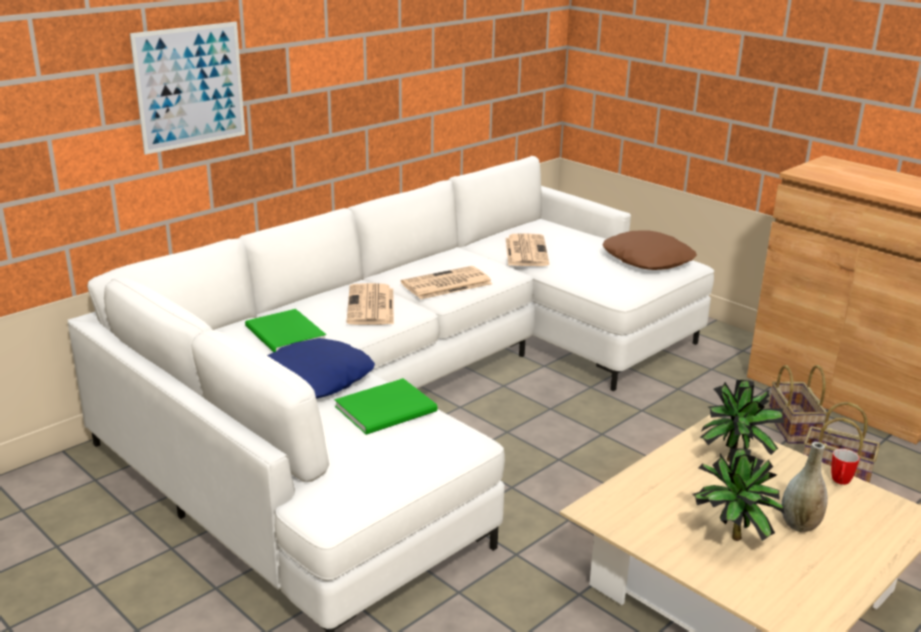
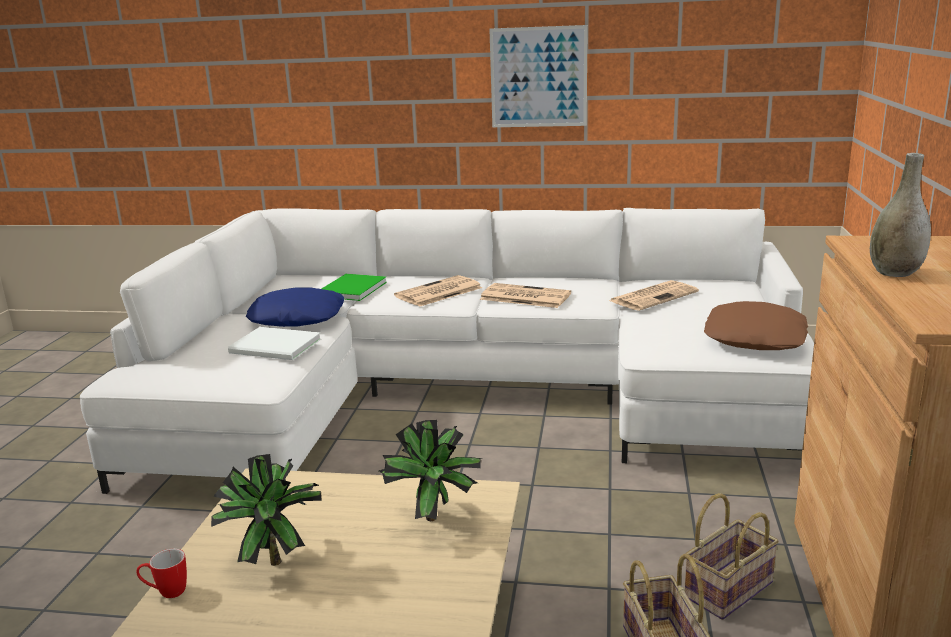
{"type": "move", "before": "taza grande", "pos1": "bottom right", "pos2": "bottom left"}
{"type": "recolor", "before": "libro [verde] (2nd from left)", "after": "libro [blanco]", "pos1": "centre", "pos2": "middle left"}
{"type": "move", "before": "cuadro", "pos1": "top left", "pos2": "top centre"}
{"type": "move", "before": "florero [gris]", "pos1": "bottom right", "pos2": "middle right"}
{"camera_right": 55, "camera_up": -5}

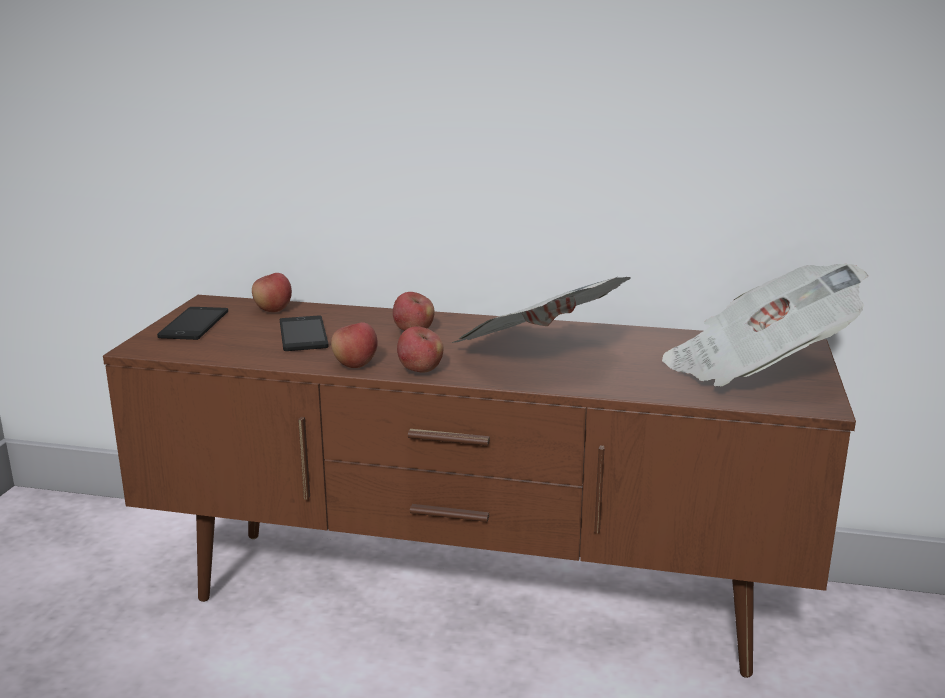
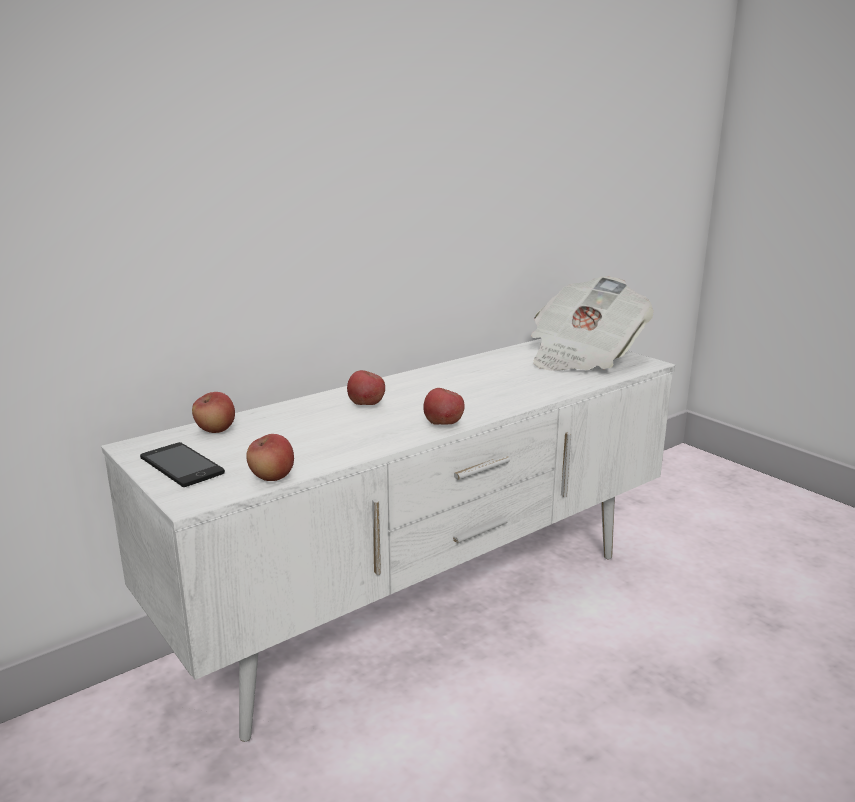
{"type": "recolor", "before": "mueble de televisión [marrón]", "after": "mueble de televisión [blanco]", "pos1": "bottom centre", "pos2": "bottom centre"}
{"type": "move", "before": "manzana (2nd from left)", "pos1": "centre", "pos2": "middle left"}
{"type": "delete", "before": "móvil (2nd from left)", "pos1": "middle left"}
{"type": "delete", "before": "periódico (1st from left)", "pos1": "centre"}
{"camera_right": -50, "camera_up": 0}

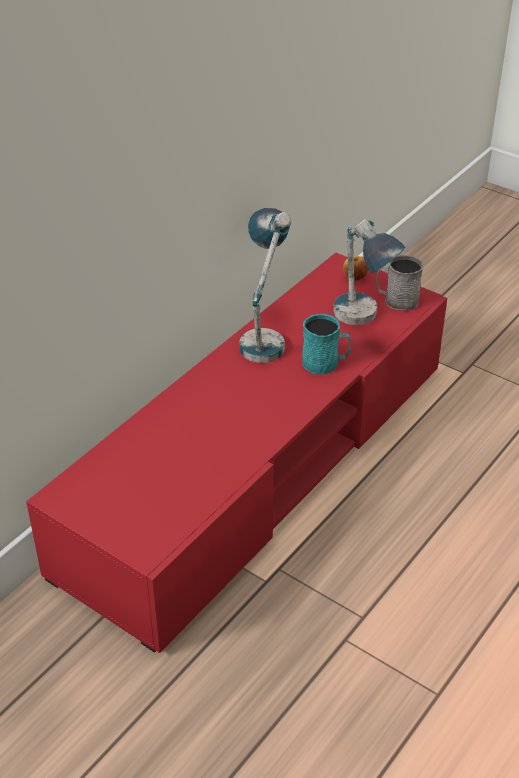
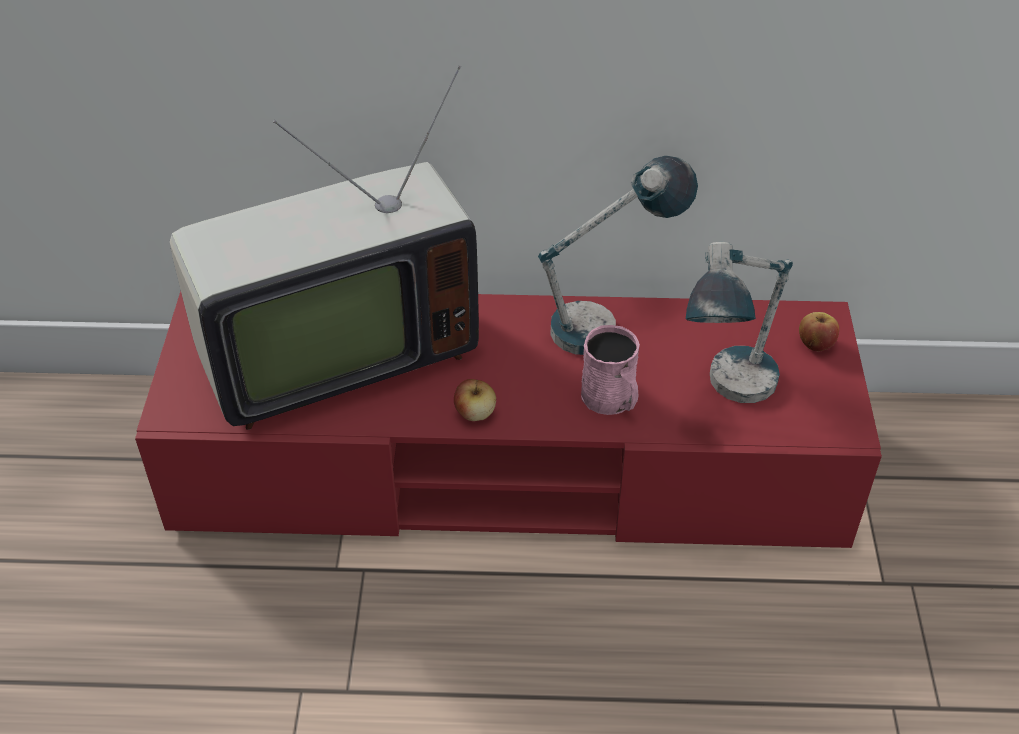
{"type": "insert", "after": "televisor", "pos2": "middle left"}
{"type": "insert", "after": "manzana (1st from left)", "pos2": "centre"}
{"type": "recolor", "before": "taza grande [turquesa]", "after": "taza grande [rosa]", "pos1": "centre", "pos2": "centre"}
{"type": "delete", "before": "taza grande [gris]", "pos1": "middle right"}
{"camera_right": 55, "camera_up": 5}

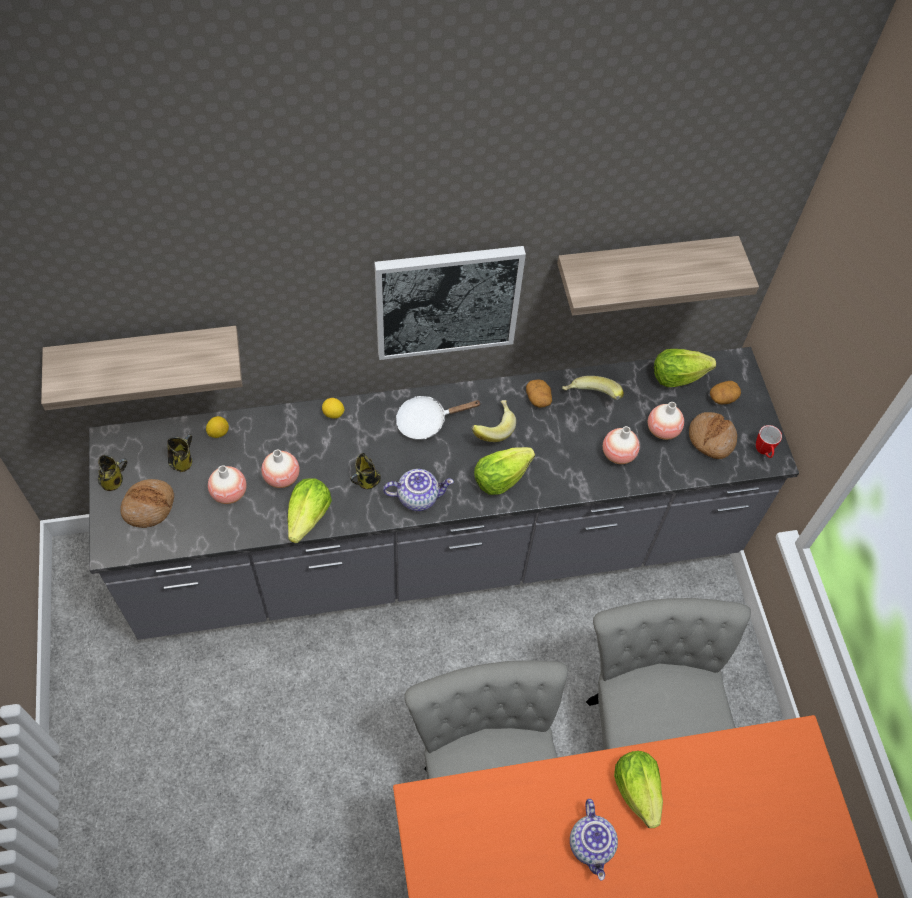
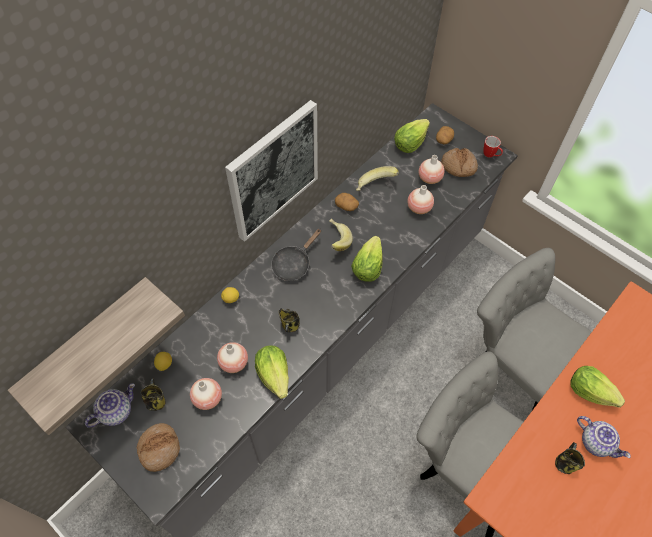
{"type": "move", "before": "tetera (1st from left)", "pos1": "centre", "pos2": "bottom left"}
{"type": "recolor", "before": "sartén [blanco]", "after": "sartén [negro]", "pos1": "centre", "pos2": "centre"}
{"type": "move", "before": "taza grande (1st from left in the first image)", "after": "taza grande (4th from left)", "pos1": "middle left", "pos2": "bottom right"}
{"type": "delete", "before": "estante (2nd from left)", "pos1": "top right"}
{"camera_right": -35, "camera_up": 0}

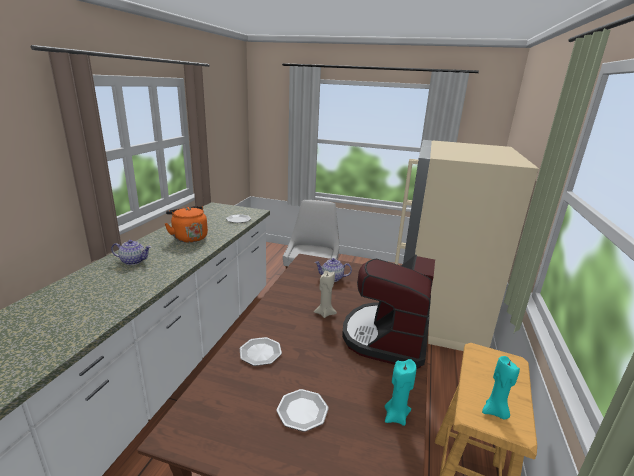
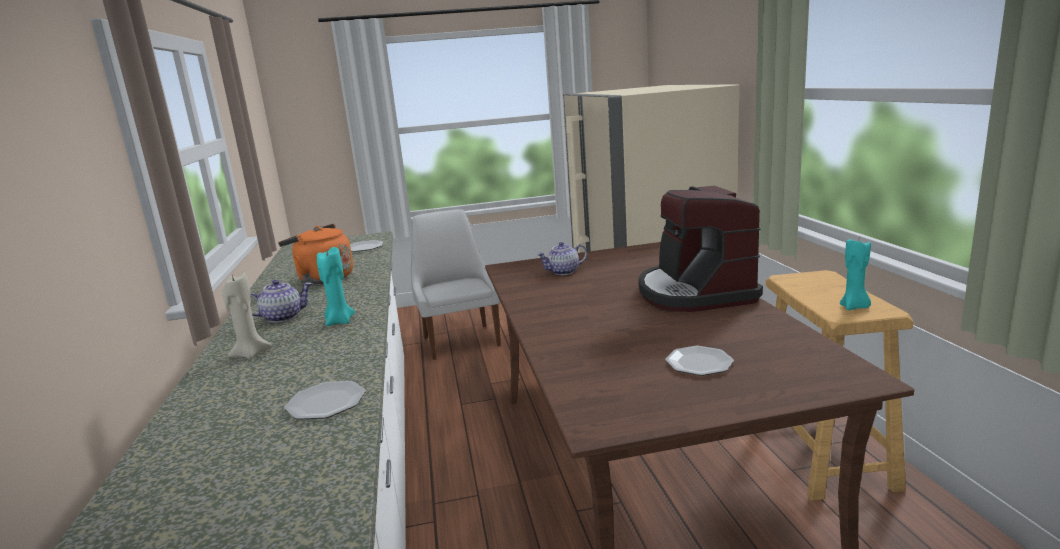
{"type": "move", "before": "vela [beis]", "pos1": "centre", "pos2": "middle left"}
{"type": "move", "before": "plato (2nd from left in the first image)", "after": "plato (1st from left)", "pos1": "bottom centre", "pos2": "bottom left"}
{"type": "move", "before": "vela [turquesa] (1st from left)", "pos1": "bottom centre", "pos2": "middle left"}
{"camera_right": -25, "camera_up": -5}

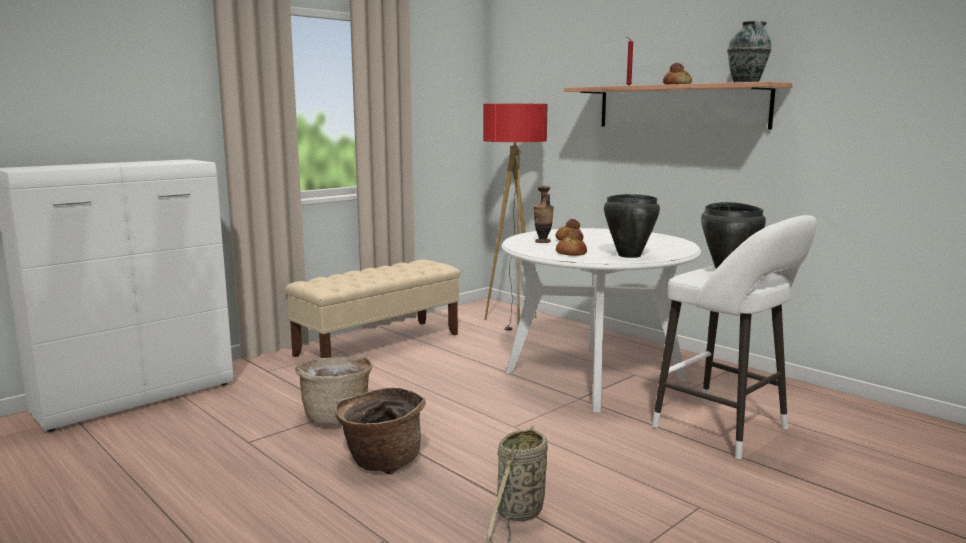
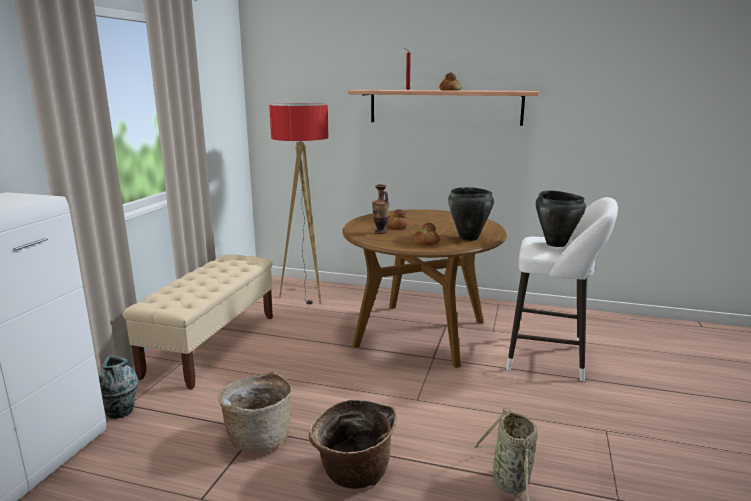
{"type": "move", "before": "florero (2nd from left in the first image)", "after": "florero (1st from left)", "pos1": "top right", "pos2": "bottom left"}
{"type": "recolor", "before": "mesa de comedor [blanco]", "after": "mesa de comedor [marrón]", "pos1": "centre", "pos2": "centre"}
{"camera_right": -30, "camera_up": 5}

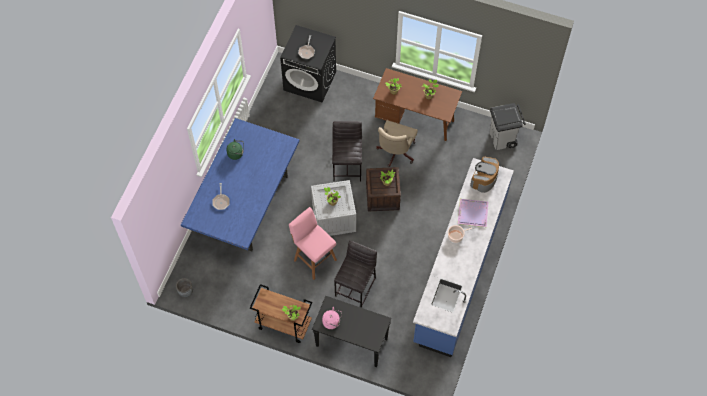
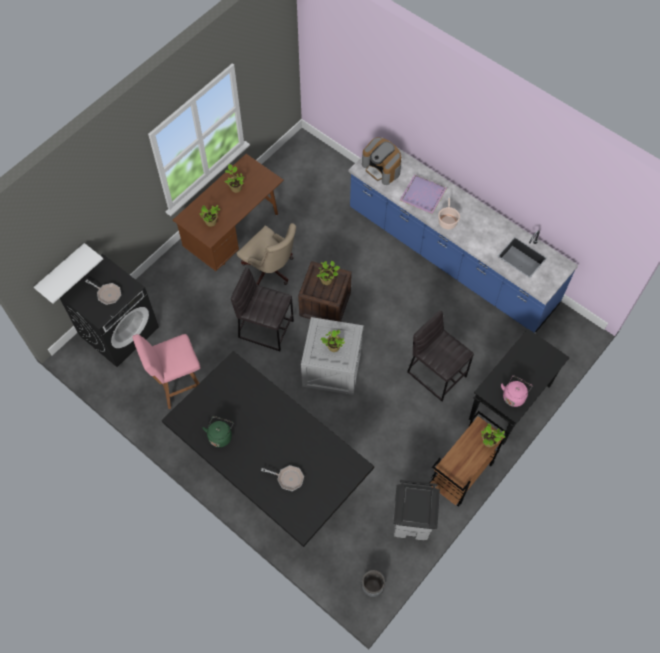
{"type": "insert", "after": "estante [blanco]", "pos2": "middle left"}
{"type": "move", "before": "taburete [rosa]", "pos1": "centre", "pos2": "middle left"}
{"type": "recolor", "before": "mesa de comedor [azul]", "after": "mesa de comedor [negro]", "pos1": "centre", "pos2": "bottom centre"}
{"type": "move", "before": "papelera [gris]", "pos1": "top right", "pos2": "bottom centre"}
{"camera_right": -70, "camera_up": 0}

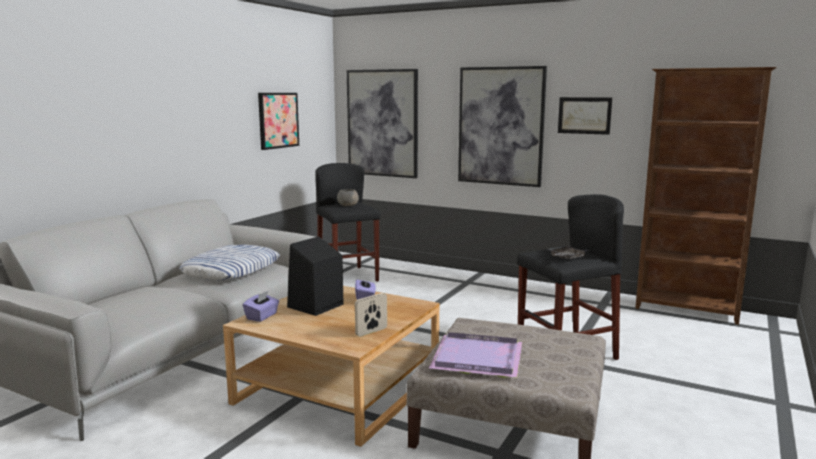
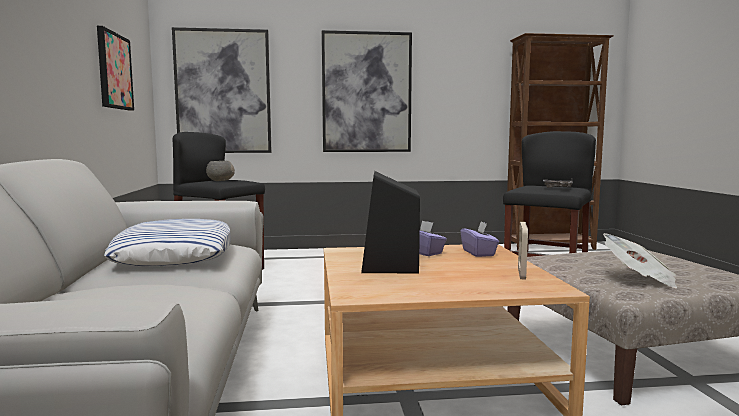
{"type": "move", "before": "caja de pañuelos [morado] (1st from left in the first image)", "after": "caja de pañuelos [morado] (2nd from left)", "pos1": "bottom left", "pos2": "centre"}
{"type": "replace", "before": "bandeja [morado]", "after": "periódico", "pos1": "bottom centre", "pos2": "middle right"}
{"type": "delete", "before": "cuadro (4th from left)", "pos1": "top right"}
{"camera_right": -35, "camera_up": -5}

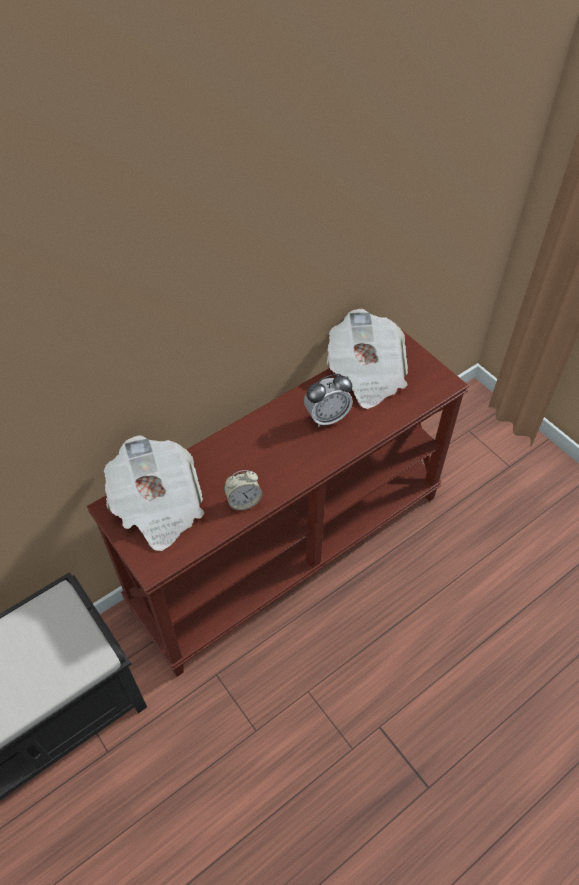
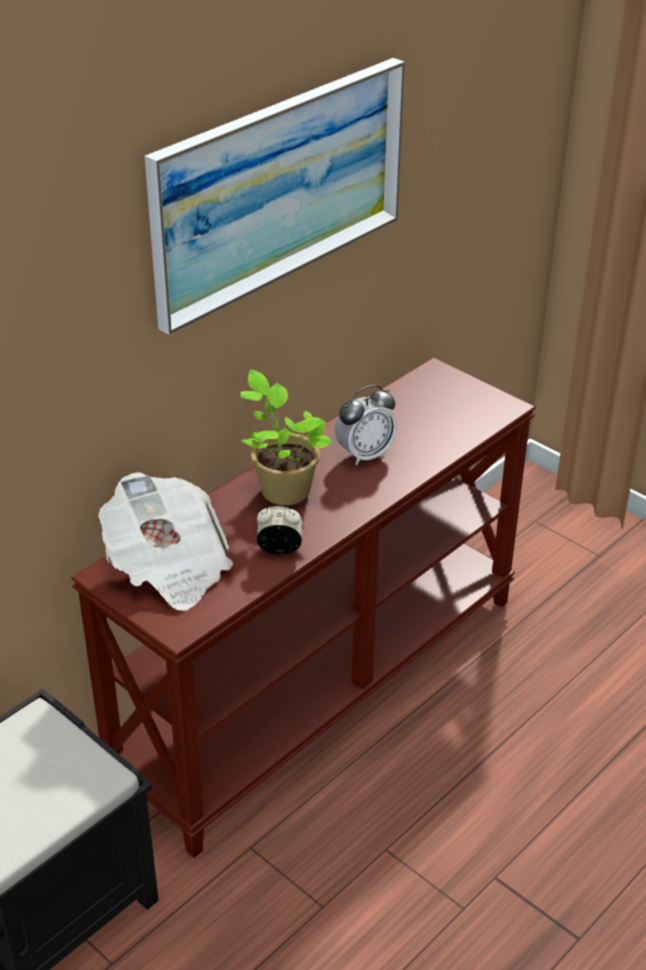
{"type": "insert", "after": "cuadro", "pos2": "top centre"}
{"type": "insert", "after": "planta en maceta", "pos2": "centre"}
{"type": "rotate", "before": "despertador (1st from left)", "pos1": "centre", "pos2": "centre", "turn": -150}
{"type": "delete", "before": "periódico (2nd from left)", "pos1": "centre"}
{"camera_right": -10, "camera_up": -15}

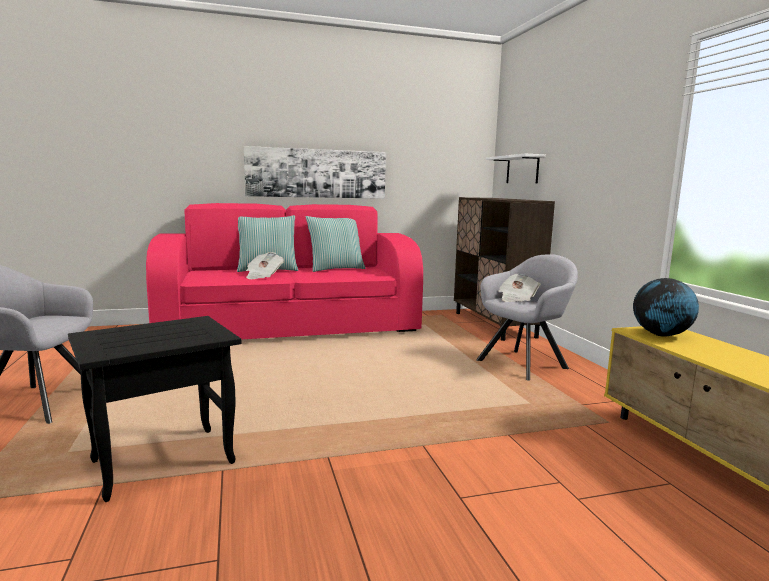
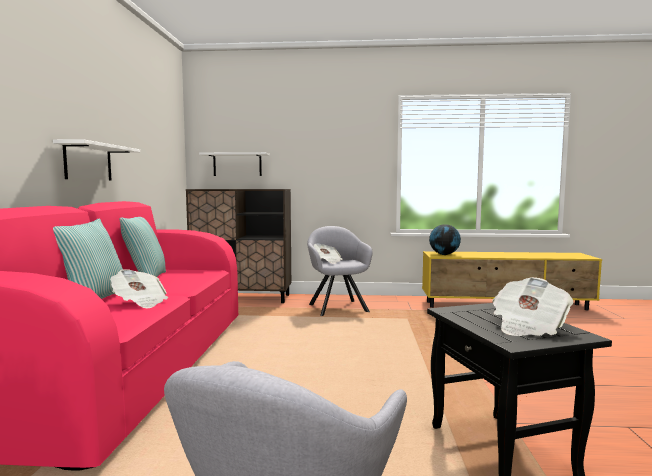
{"type": "replace", "before": "cuadro", "after": "estante [blanco] (1st from left)", "pos1": "top centre", "pos2": "middle left"}
{"type": "insert", "after": "periódico (3rd from left)", "pos2": "middle right"}
{"camera_right": -70, "camera_up": -5}

